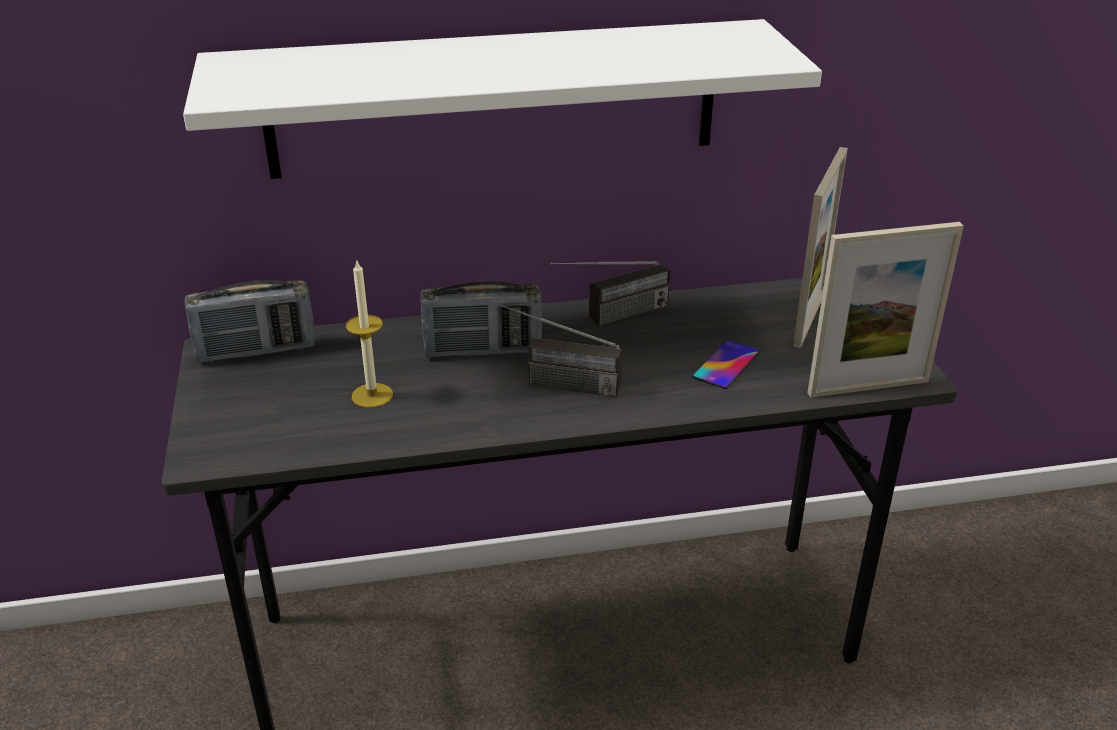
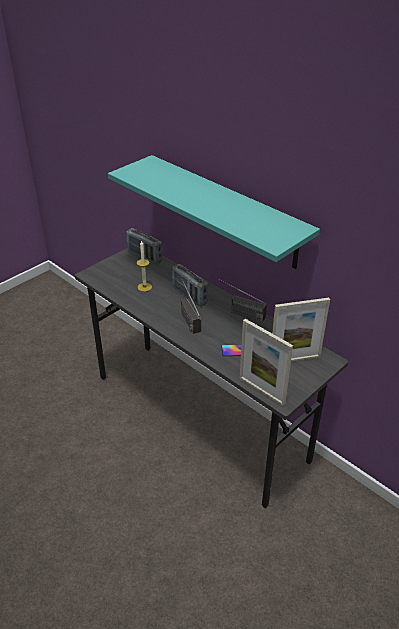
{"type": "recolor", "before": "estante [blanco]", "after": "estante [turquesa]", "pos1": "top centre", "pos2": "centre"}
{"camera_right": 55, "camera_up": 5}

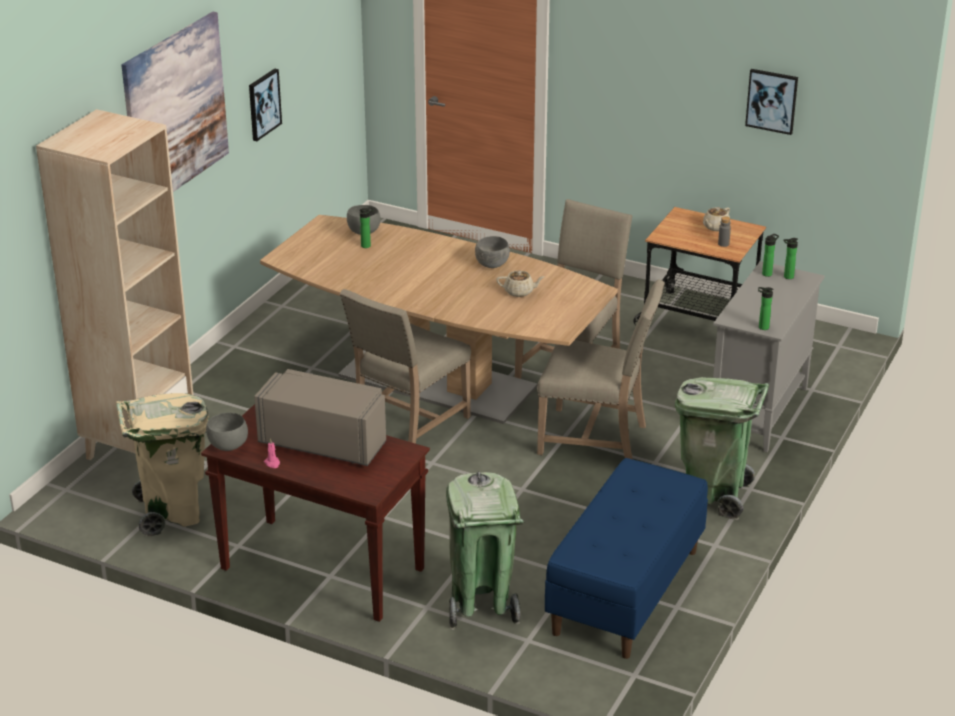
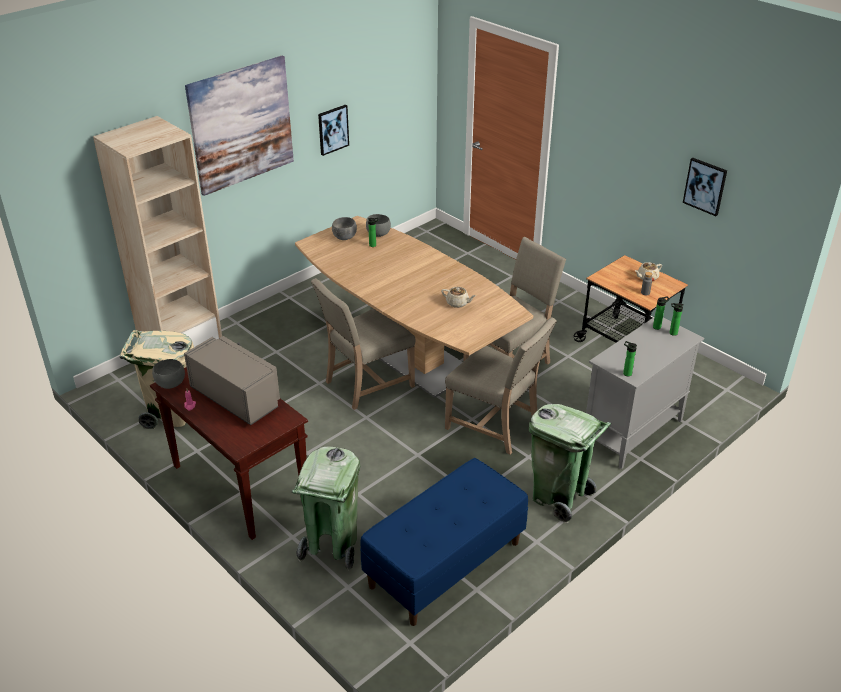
{"type": "move", "before": "cuenco [gris] (3rd from left in the first image)", "after": "cuenco [gris] (2nd from left)", "pos1": "centre", "pos2": "top centre"}
{"camera_right": 20, "camera_up": 5}

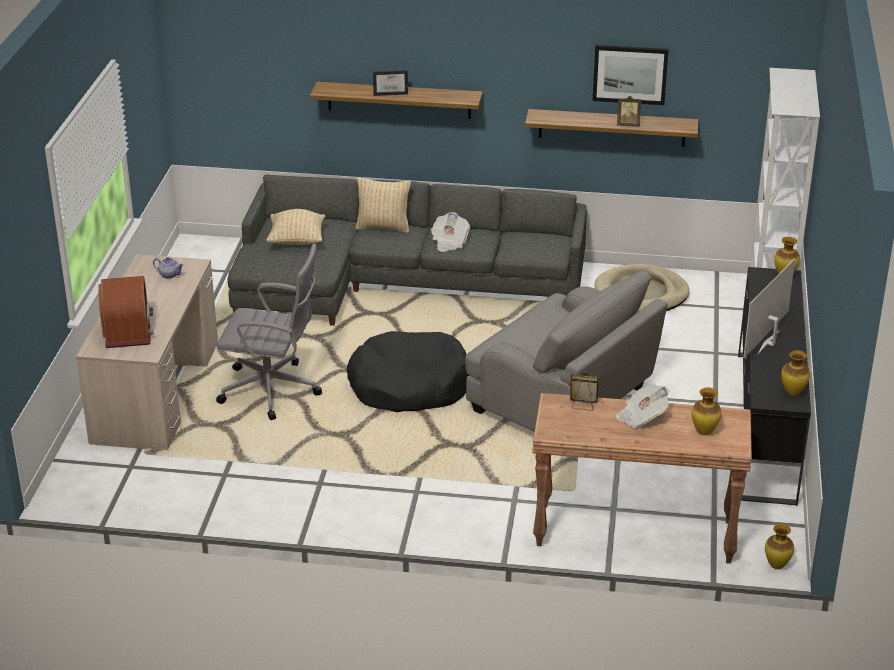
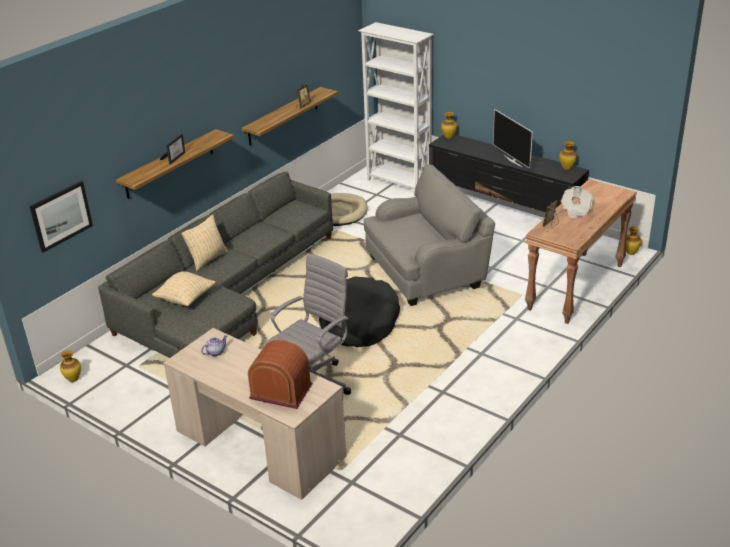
{"type": "move", "before": "cuadro", "pos1": "top right", "pos2": "middle left"}
{"type": "move", "before": "florero (1st from left)", "pos1": "middle right", "pos2": "bottom left"}
{"type": "delete", "before": "periódico (1st from left)", "pos1": "centre"}
{"camera_right": -60, "camera_up": 0}

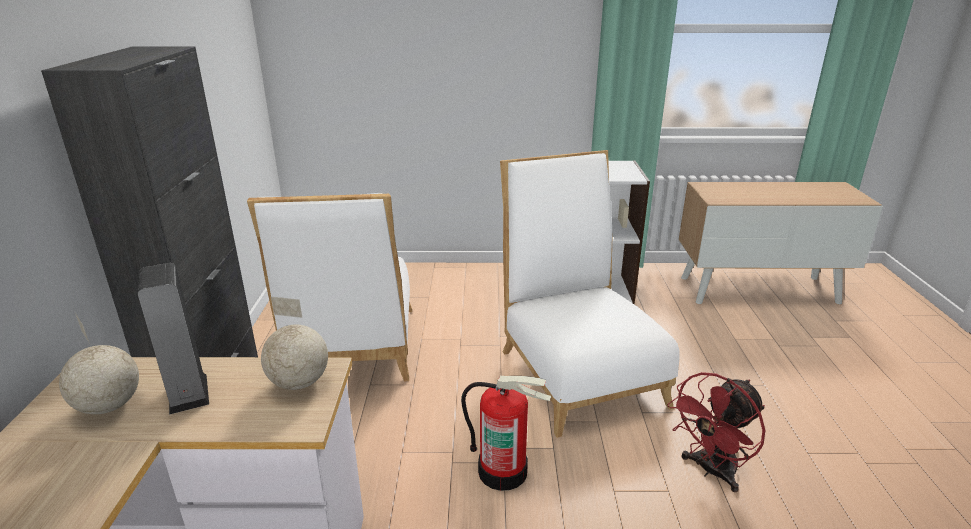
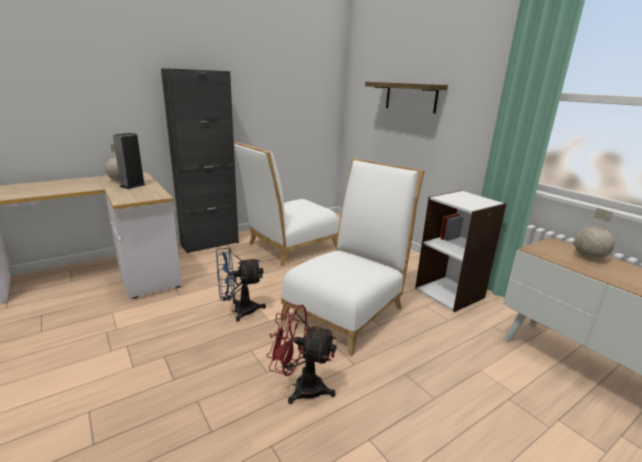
{"type": "replace", "before": "extintor", "after": "ventilador [azul]", "pos1": "bottom centre", "pos2": "centre"}
{"type": "insert", "after": "estante", "pos2": "top centre"}
{"type": "move", "before": "globo terráqueo (2nd from left)", "pos1": "middle left", "pos2": "middle right"}
{"camera_right": 55, "camera_up": -5}

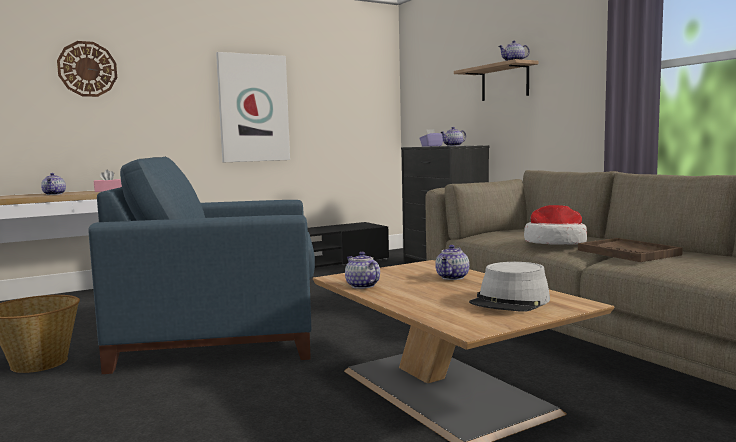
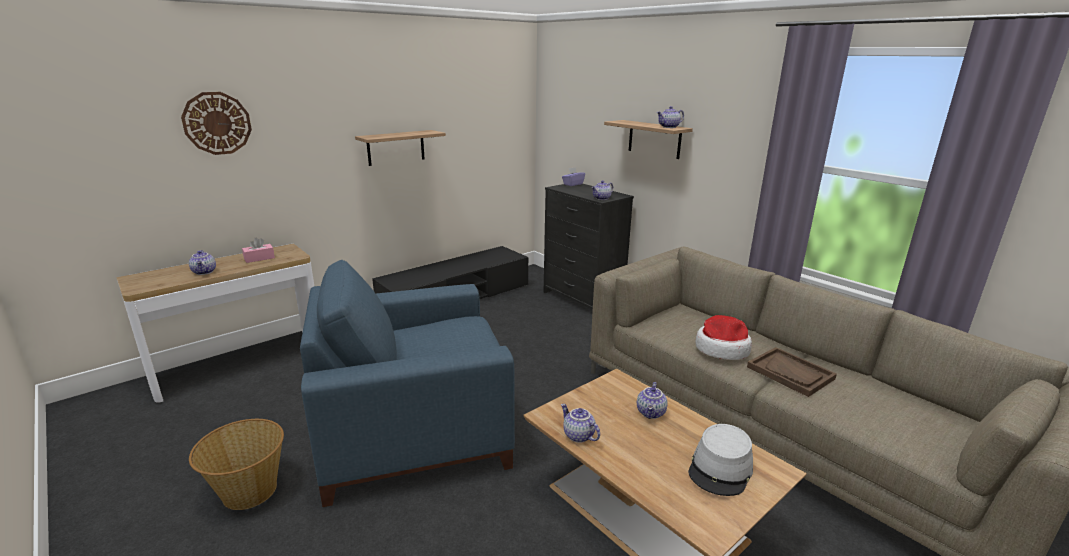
{"type": "replace", "before": "cuadro", "after": "estante (1st from left)", "pos1": "top centre", "pos2": "top centre"}
{"camera_right": -10, "camera_up": 15}

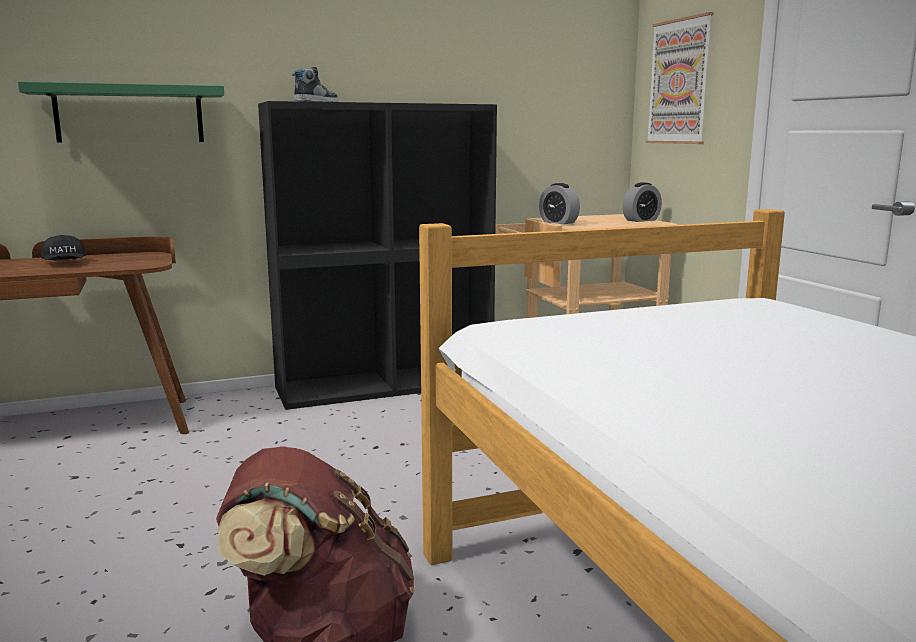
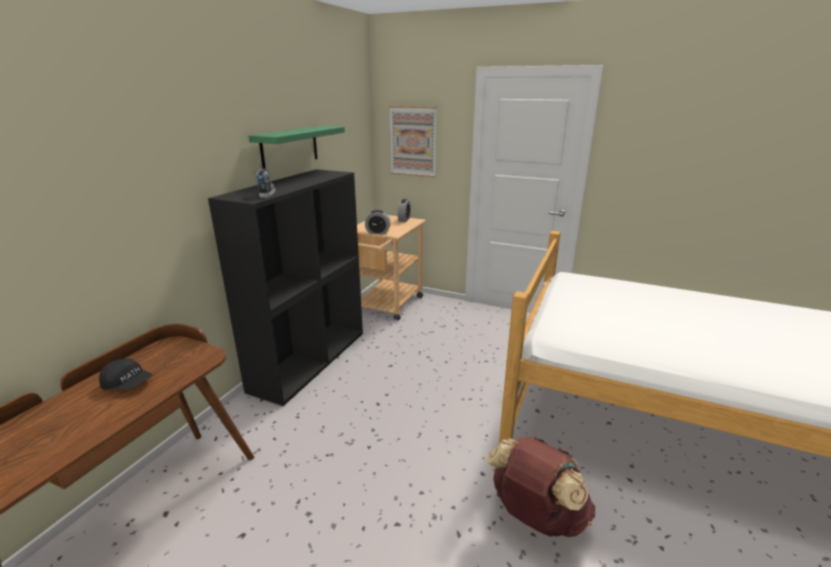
{"type": "move", "before": "estante [verde]", "pos1": "top left", "pos2": "top centre"}
{"camera_right": -45, "camera_up": 10}

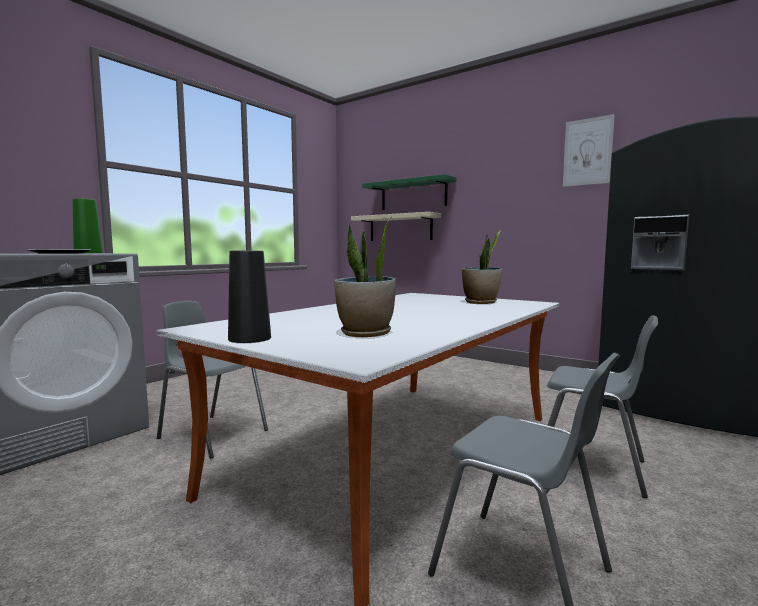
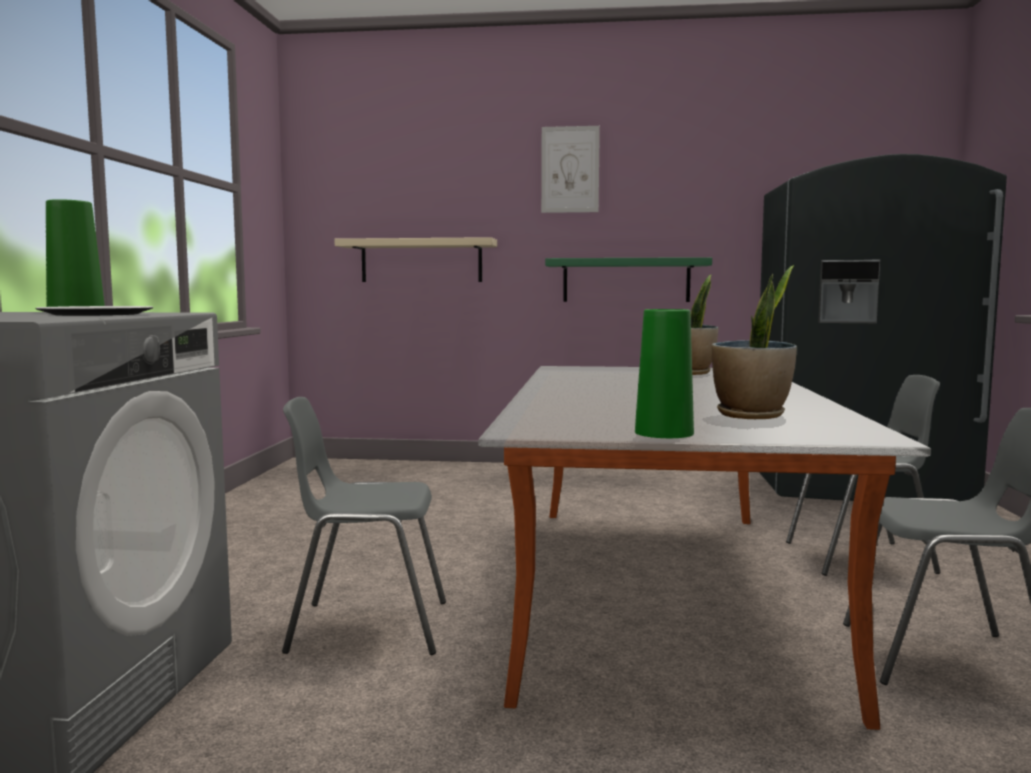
{"type": "move", "before": "cuadro", "pos1": "top right", "pos2": "top centre"}
{"type": "move", "before": "estante [verde]", "pos1": "top centre", "pos2": "centre"}
{"type": "recolor", "before": "florero [negro]", "after": "florero [verde] (2nd from left)", "pos1": "middle left", "pos2": "centre"}
{"camera_right": -30, "camera_up": 0}

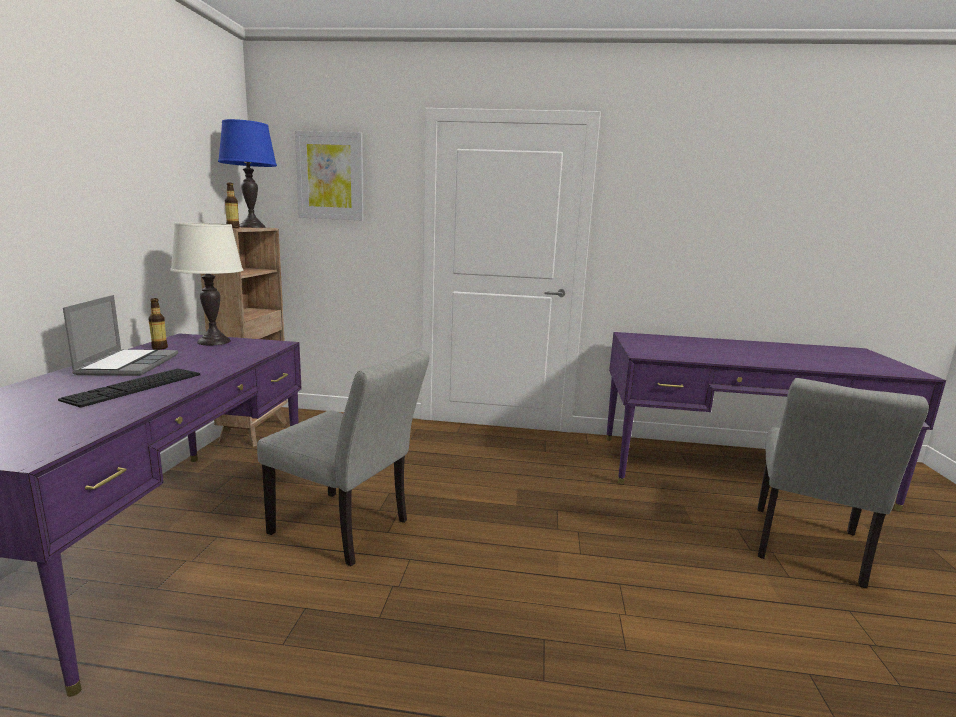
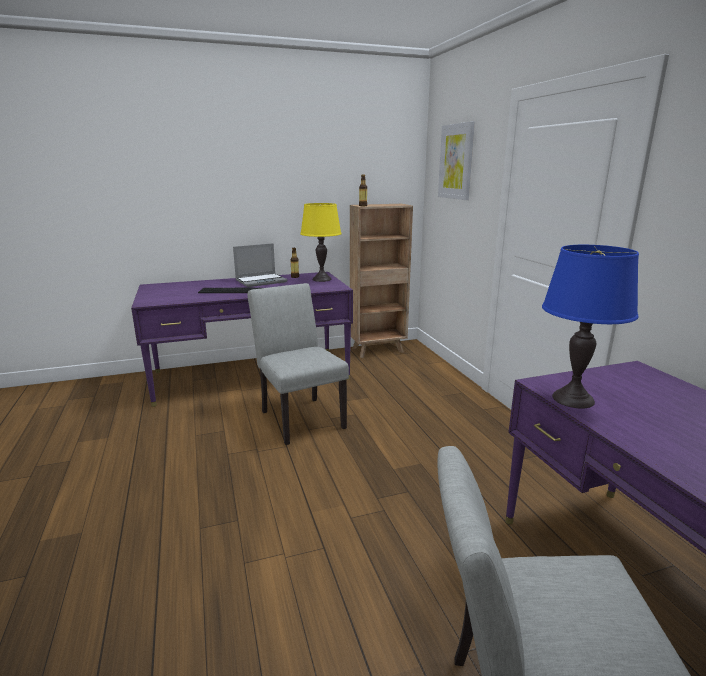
{"type": "rotate", "before": "silla [gris] (1st from left)", "pos1": "centre", "pos2": "centre", "turn": 150}
{"type": "recolor", "before": "lámpara de mesa [blanco]", "after": "lámpara de mesa [amarillo]", "pos1": "middle left", "pos2": "centre"}
{"type": "move", "before": "lámpara de mesa [azul]", "pos1": "top left", "pos2": "middle right"}
{"camera_right": 65, "camera_up": 5}

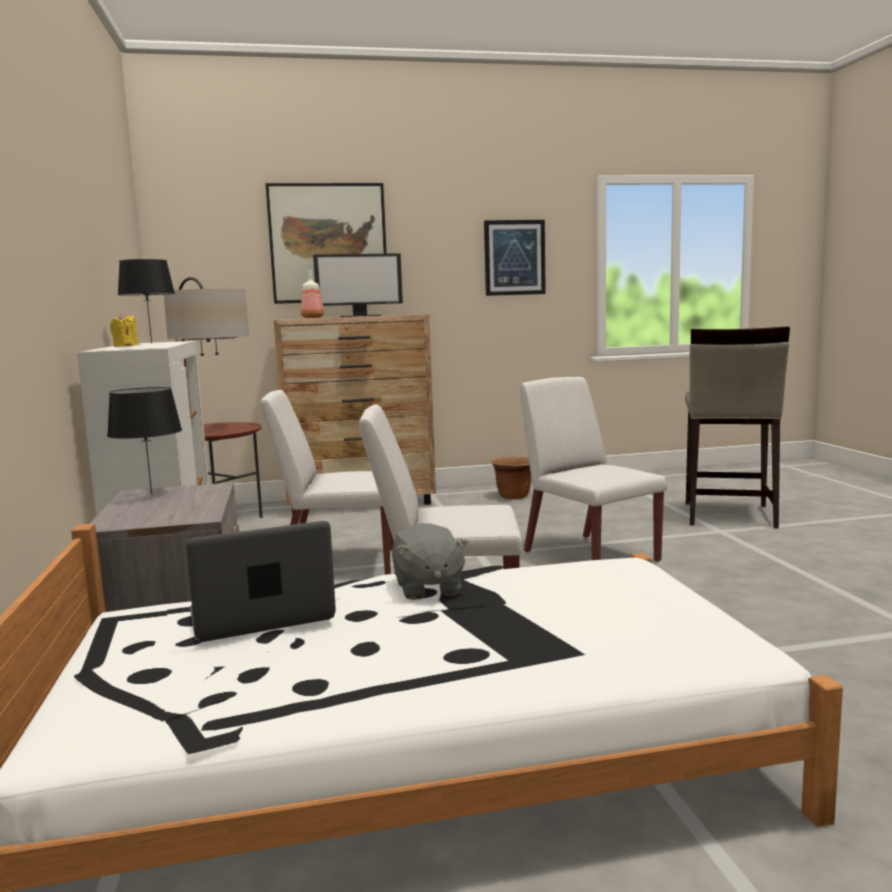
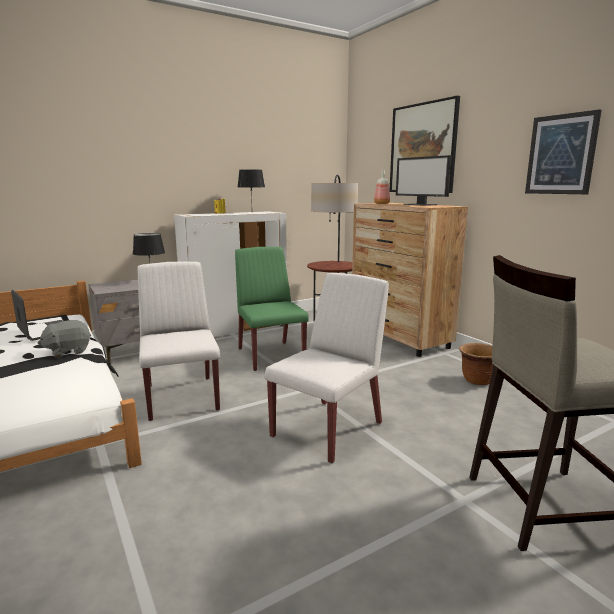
{"type": "recolor", "before": "silla [blanco] (1st from left)", "after": "silla [verde]", "pos1": "centre", "pos2": "centre"}
{"camera_right": 70, "camera_up": 5}

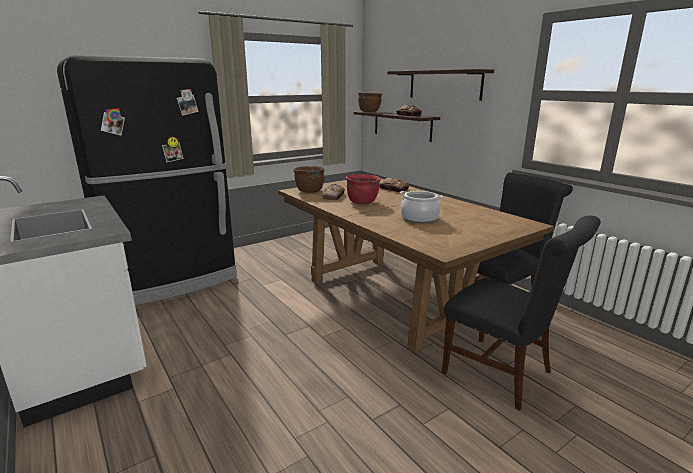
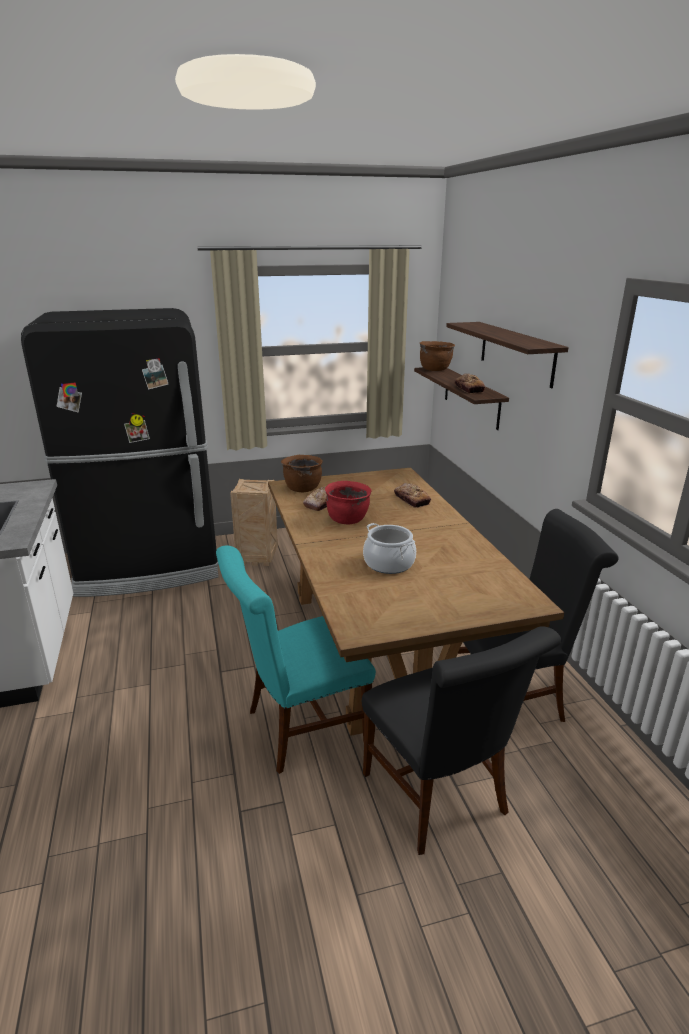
{"type": "insert", "after": "silla [turquesa]", "pos2": "centre"}
{"type": "insert", "after": "caja de embalaje", "pos2": "centre"}
{"camera_right": 20, "camera_up": 5}

